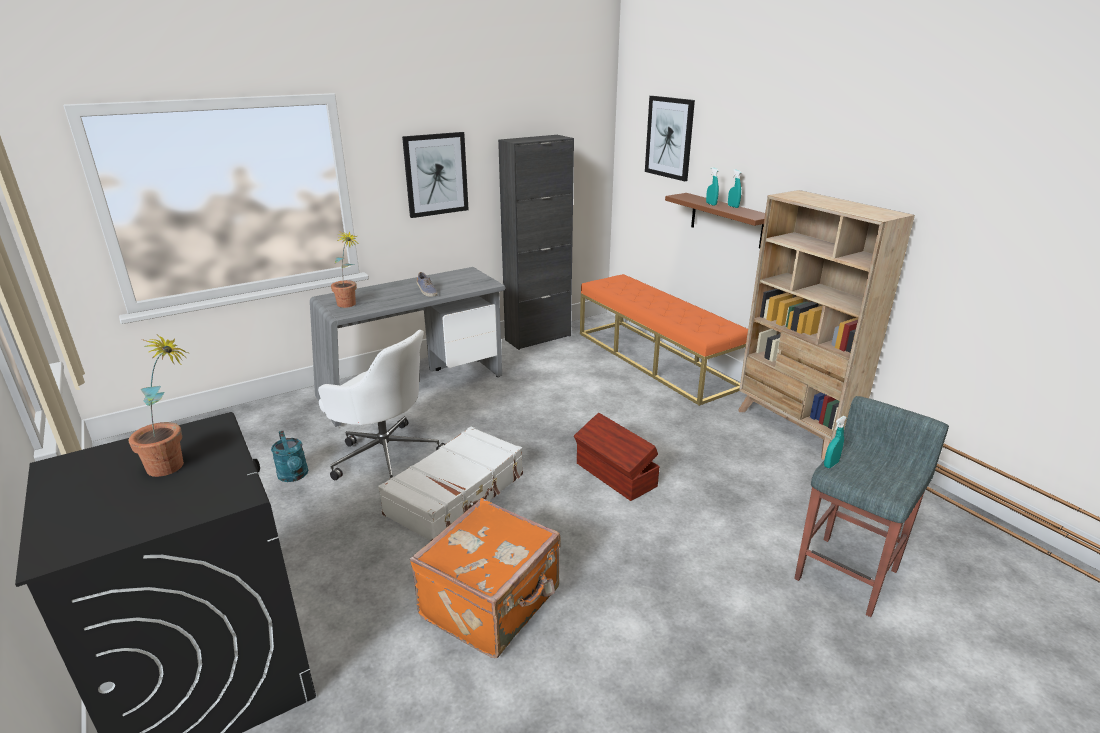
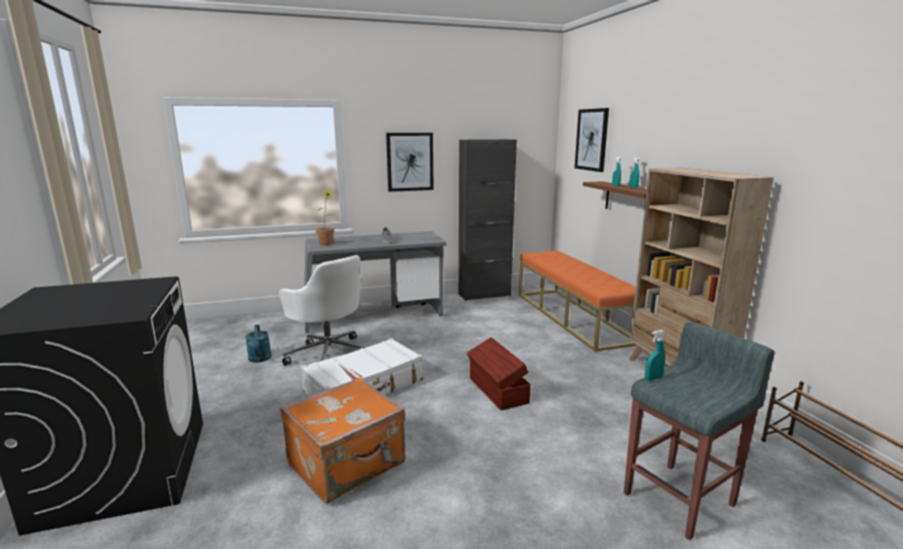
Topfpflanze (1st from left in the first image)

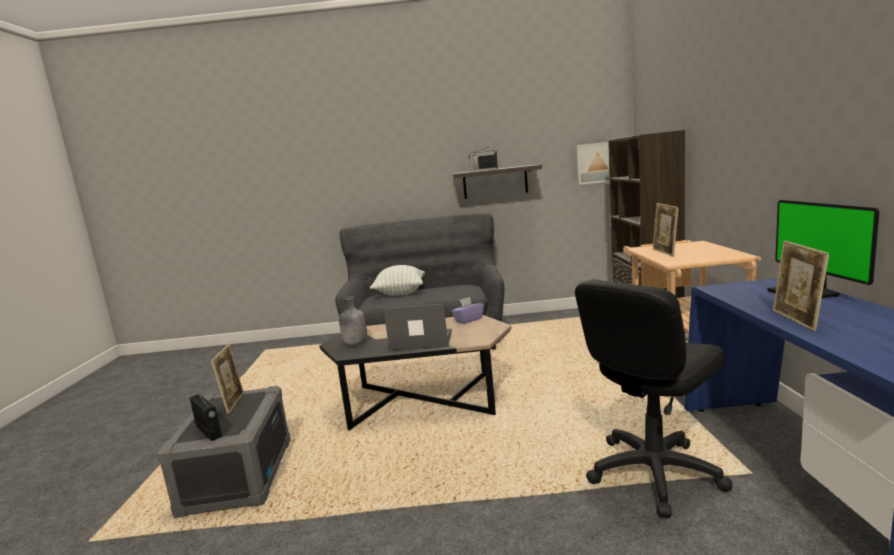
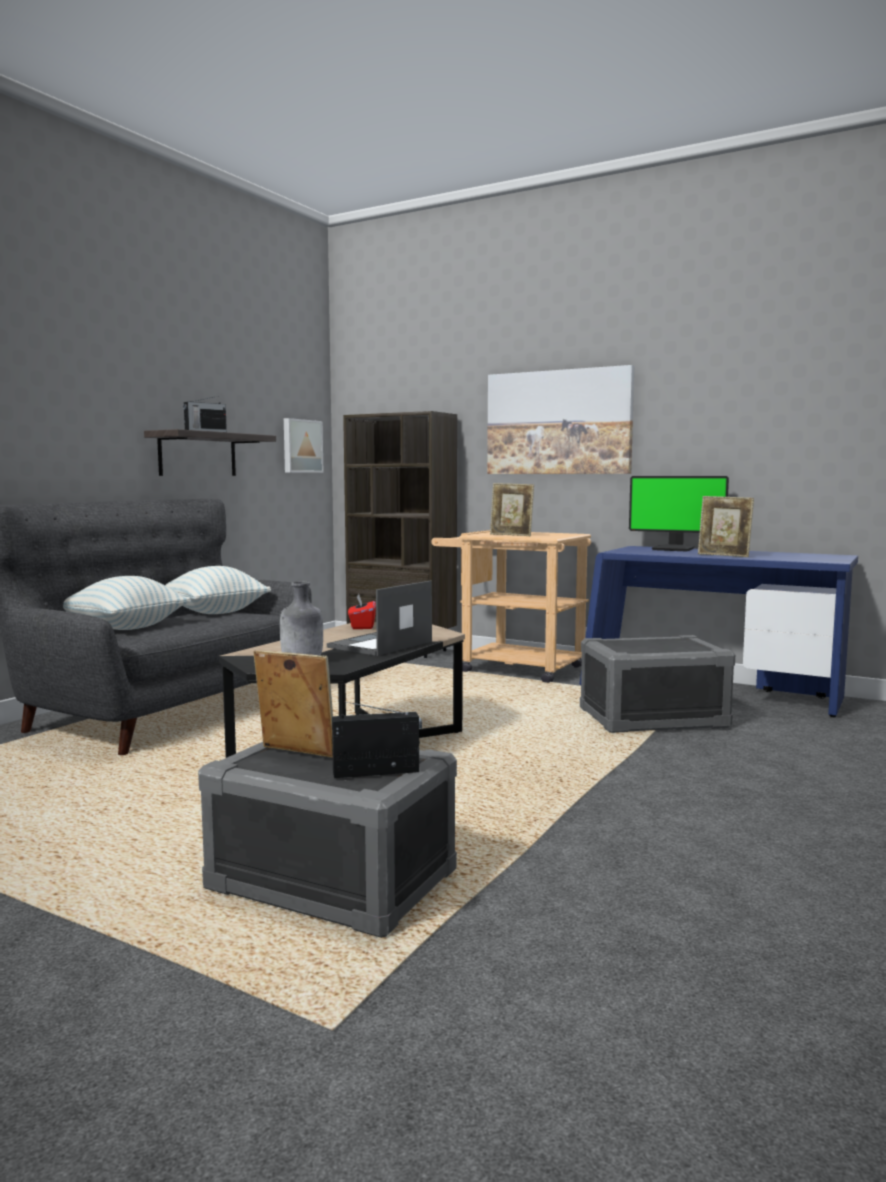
Kissen (2nd from left)
Taschentuchbox (rot)
Bild (2nd from left)
Aufbewahrungsbox (grau) (2nd from left)

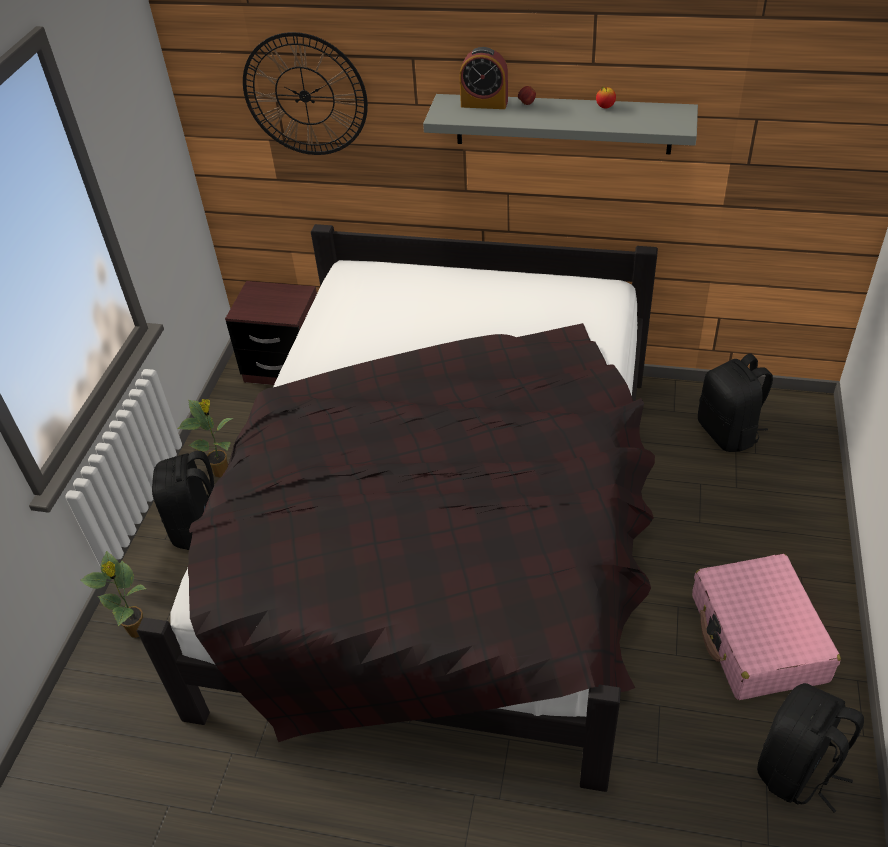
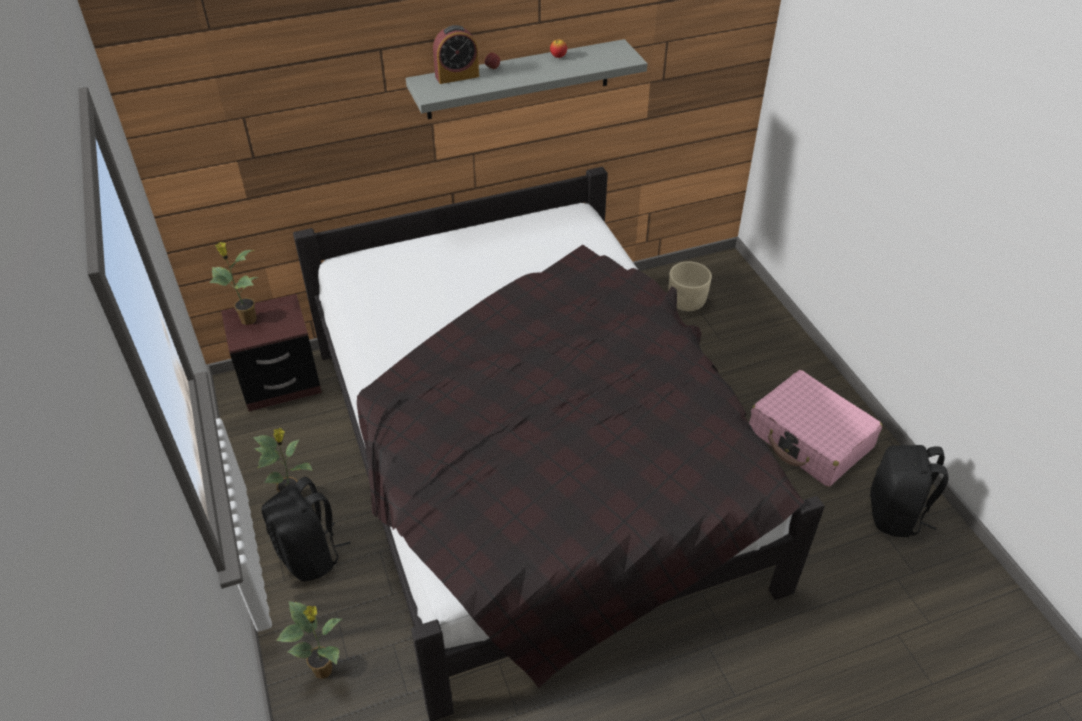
Topfpflanze (1st from left)
Pflanzkübel (beige)
Wanduhr

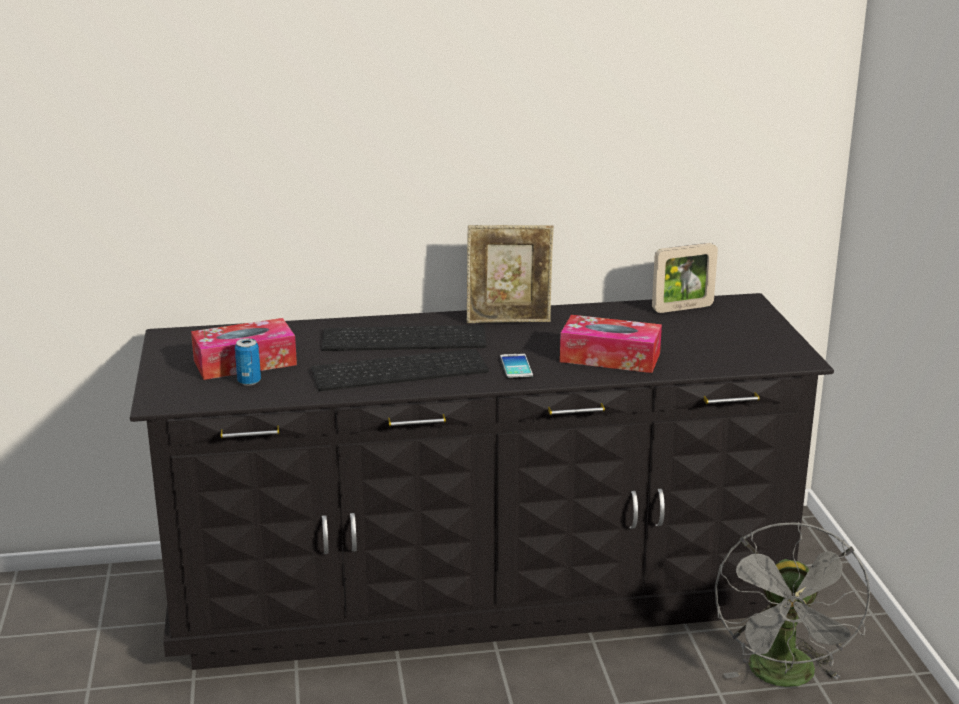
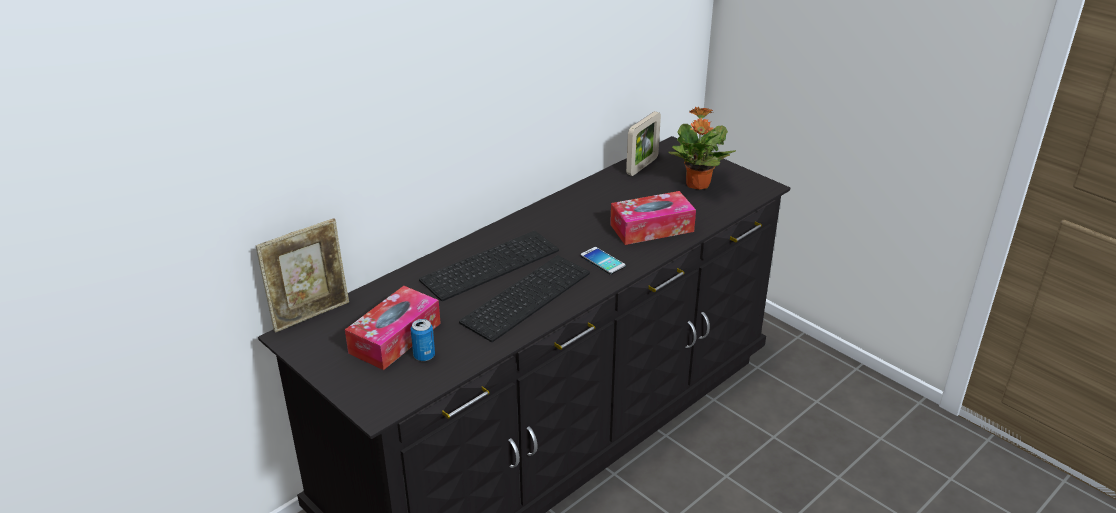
Bilderrahmen (1st from left)
Topfpflanze
Ventilator (grau)

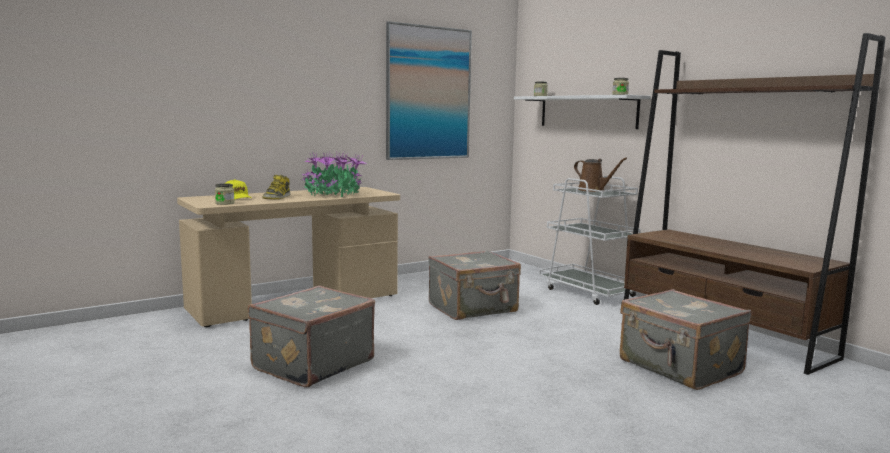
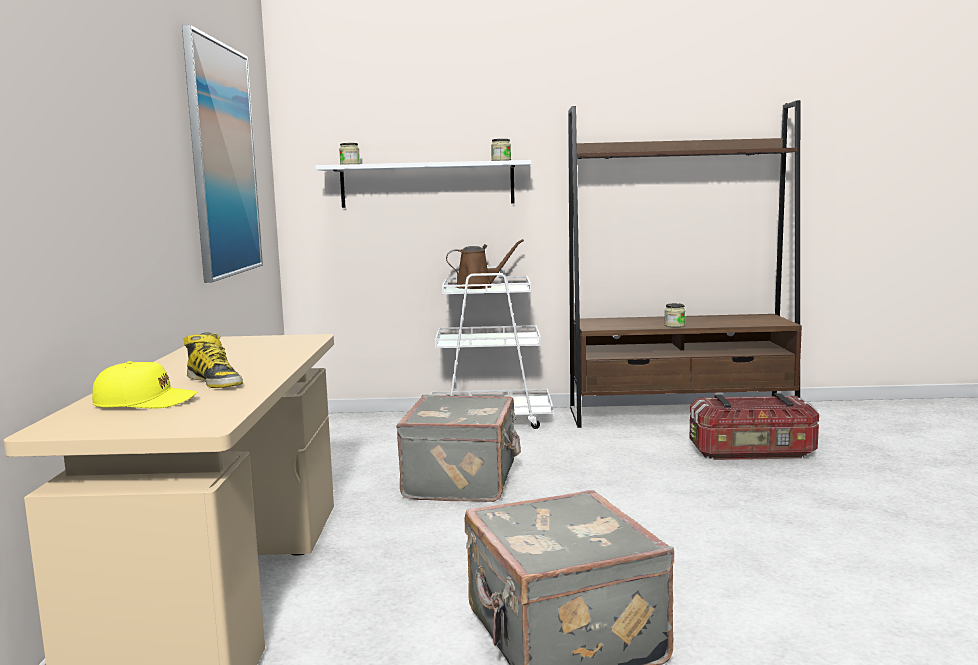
Vorratsglas (3rd from left)
Aufbewahrungsbox
Topfpflanze

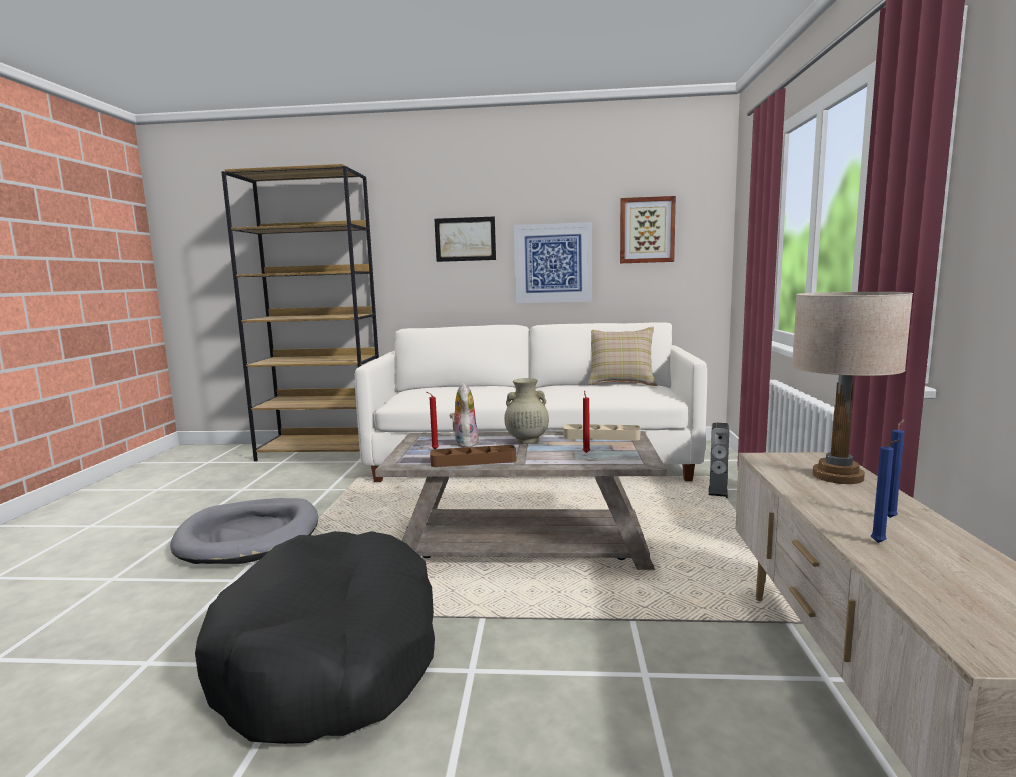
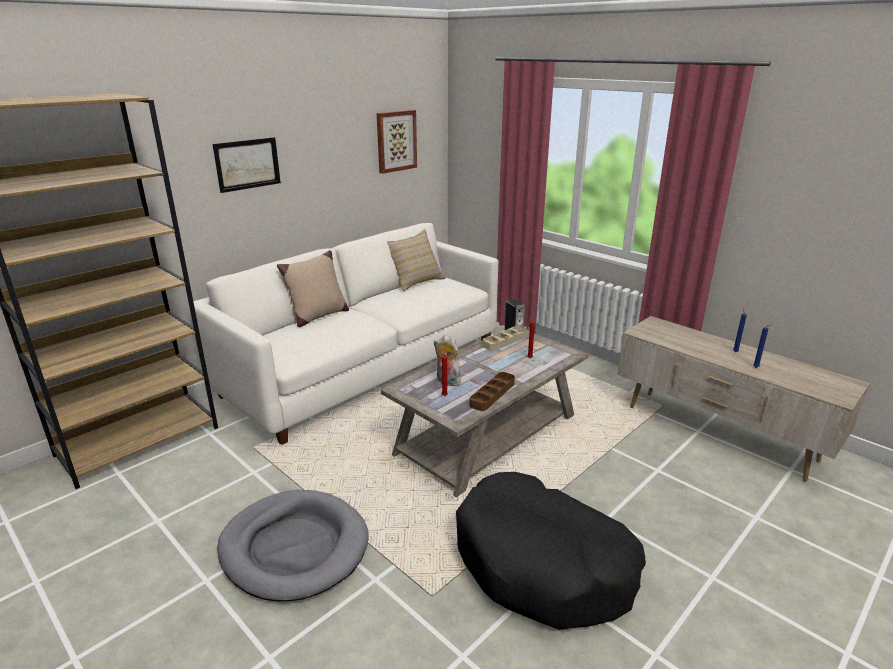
Kissen (beige) (1st from left)
Vase (beige)
Bild (2nd from left in the first image)
Tischlampe (beige)

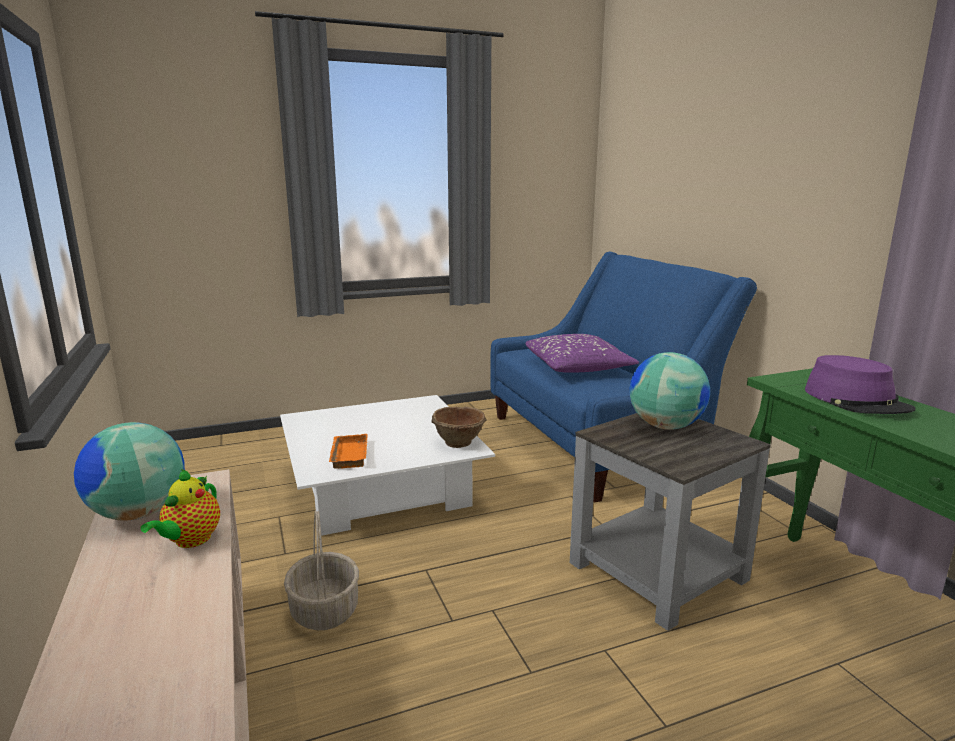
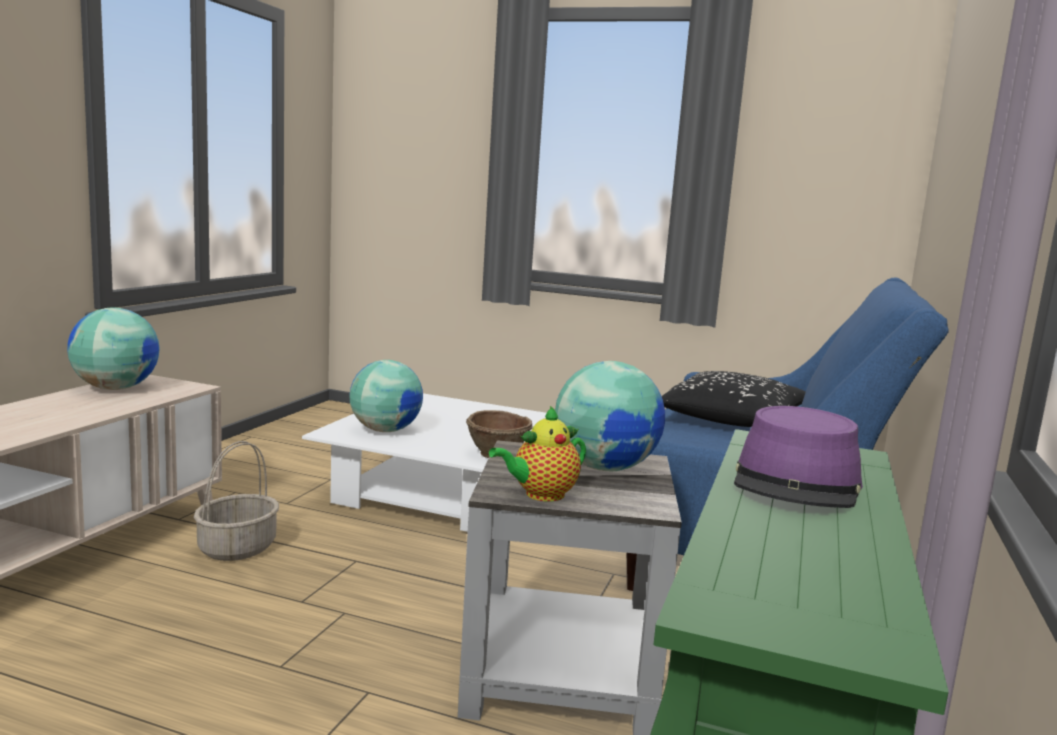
Globus (2nd from left)
Teekanne
Kissen (schwarz)

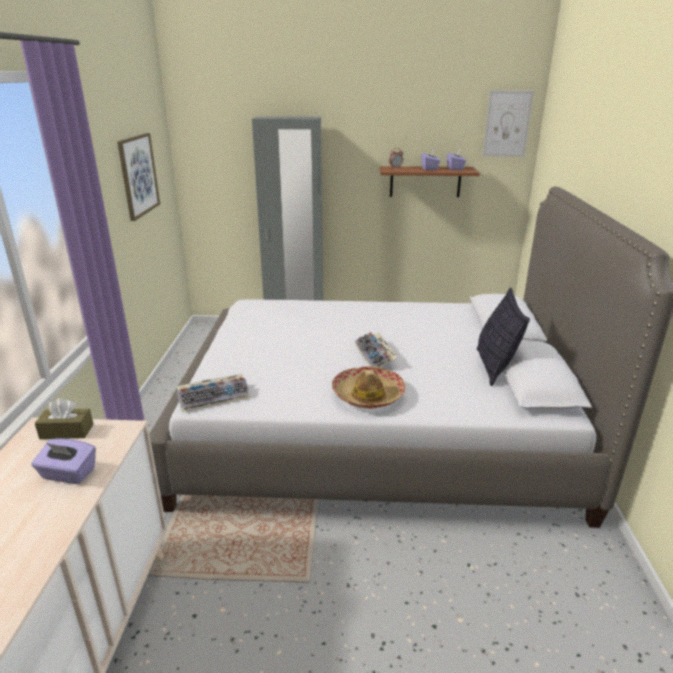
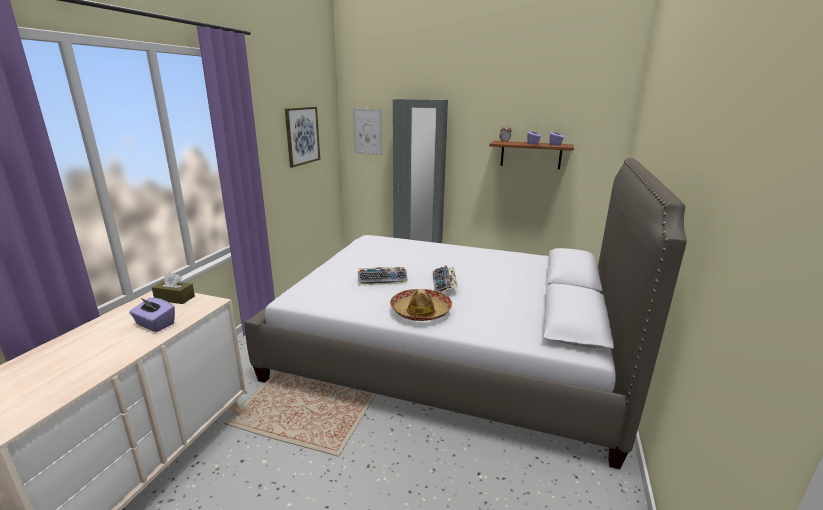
Bild (2nd from left)
Tastatur (1st from left)
Kissen

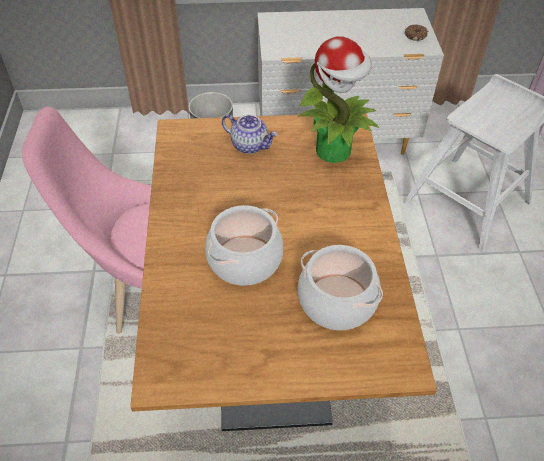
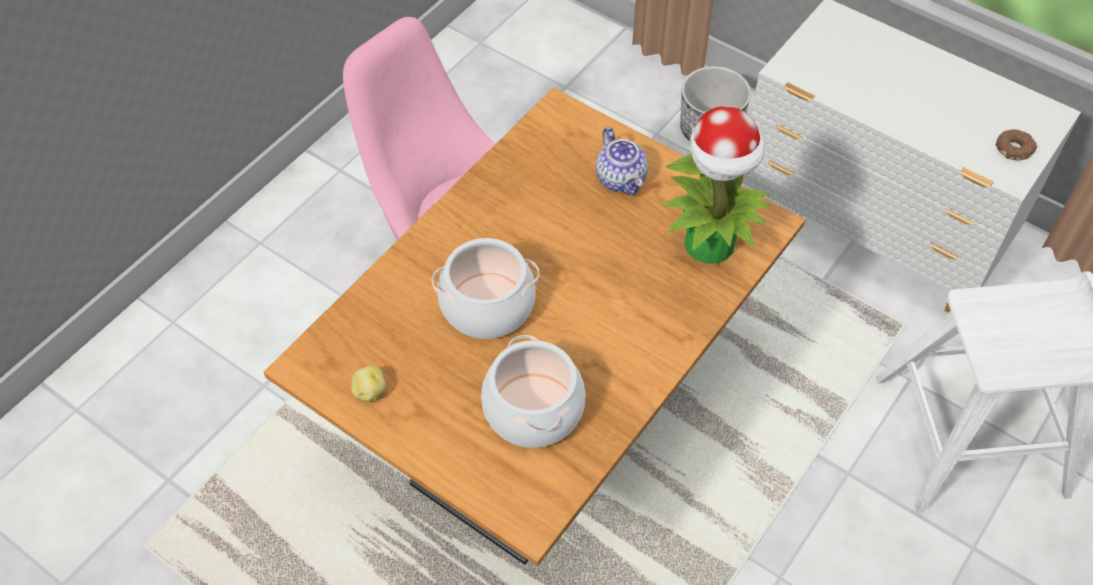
Kartoffel

